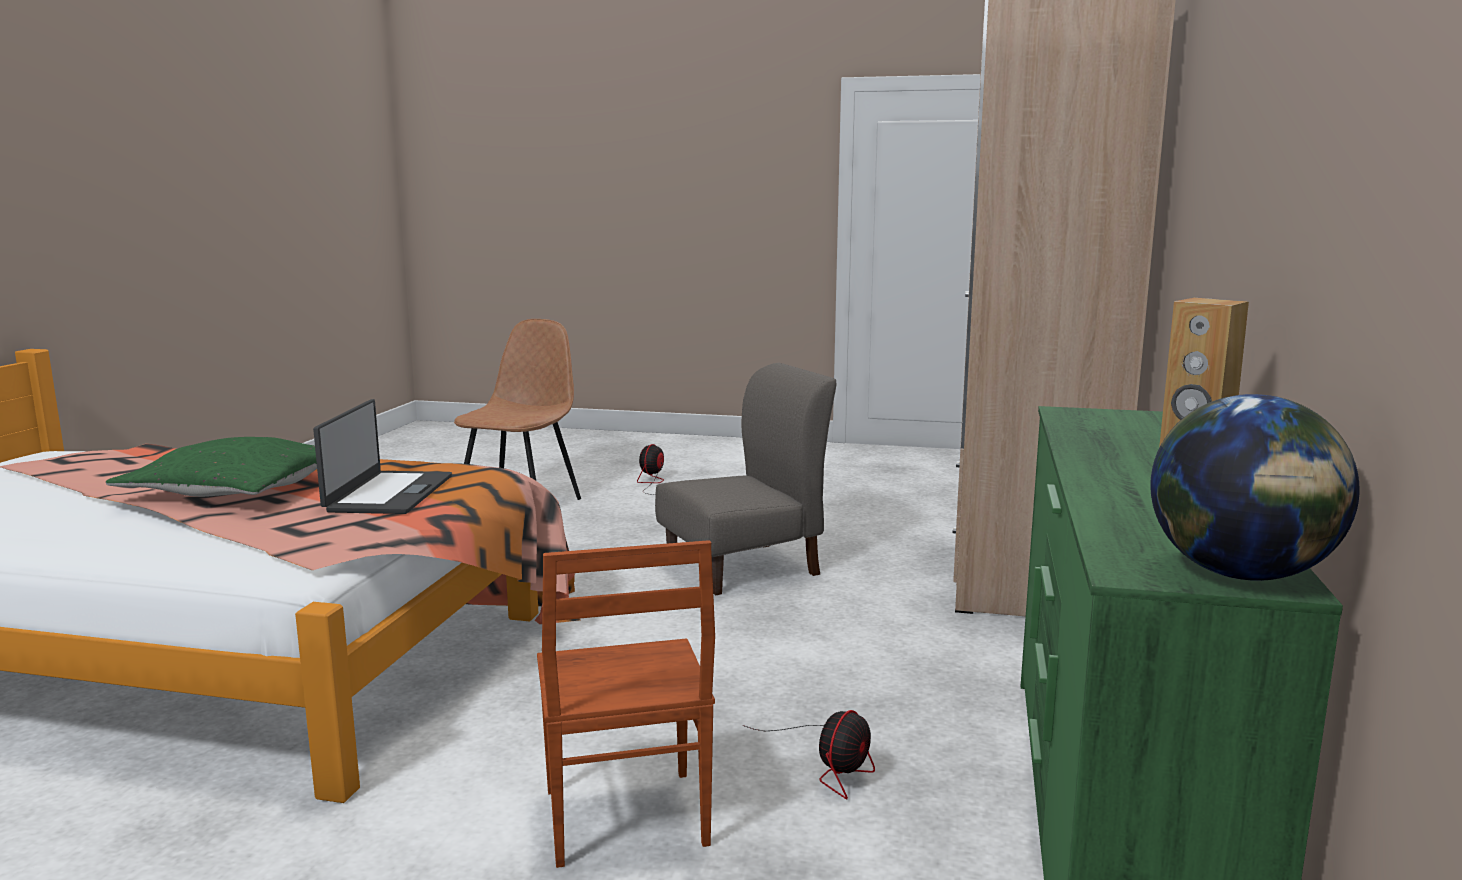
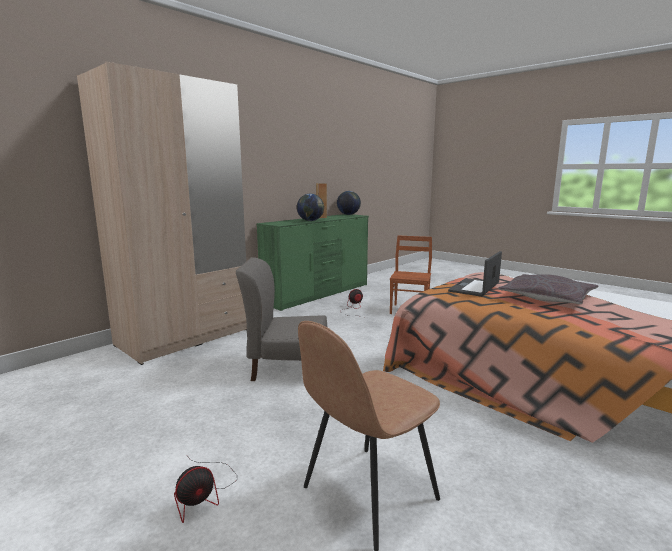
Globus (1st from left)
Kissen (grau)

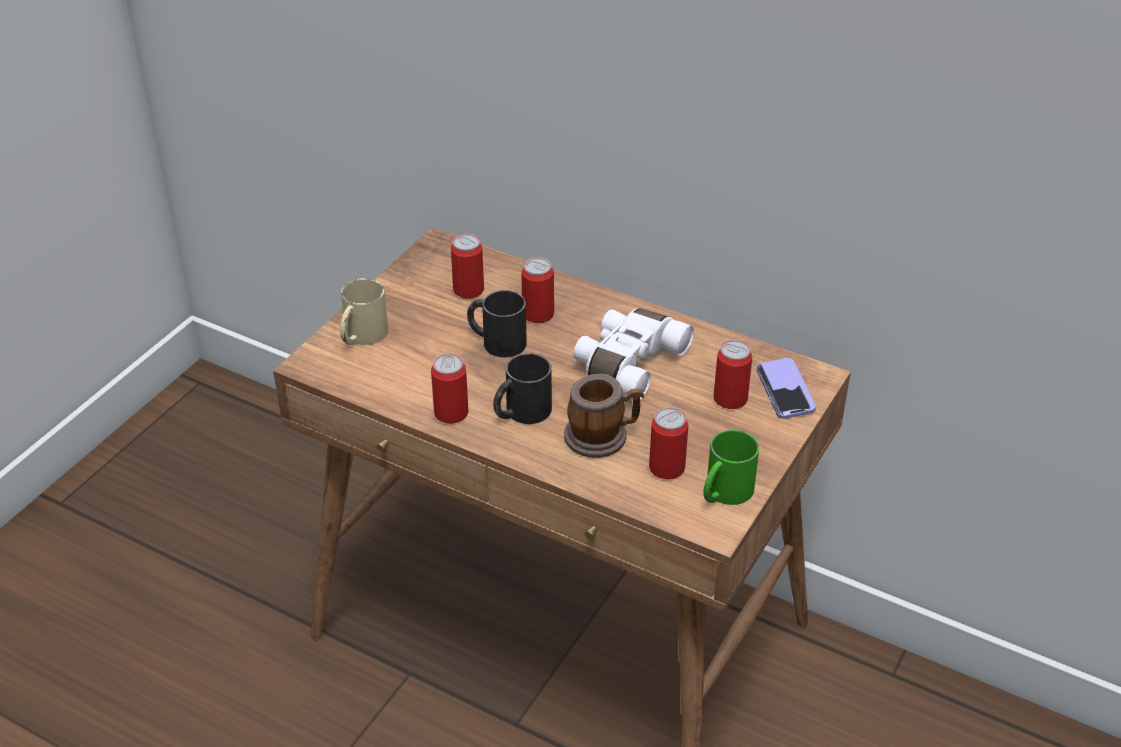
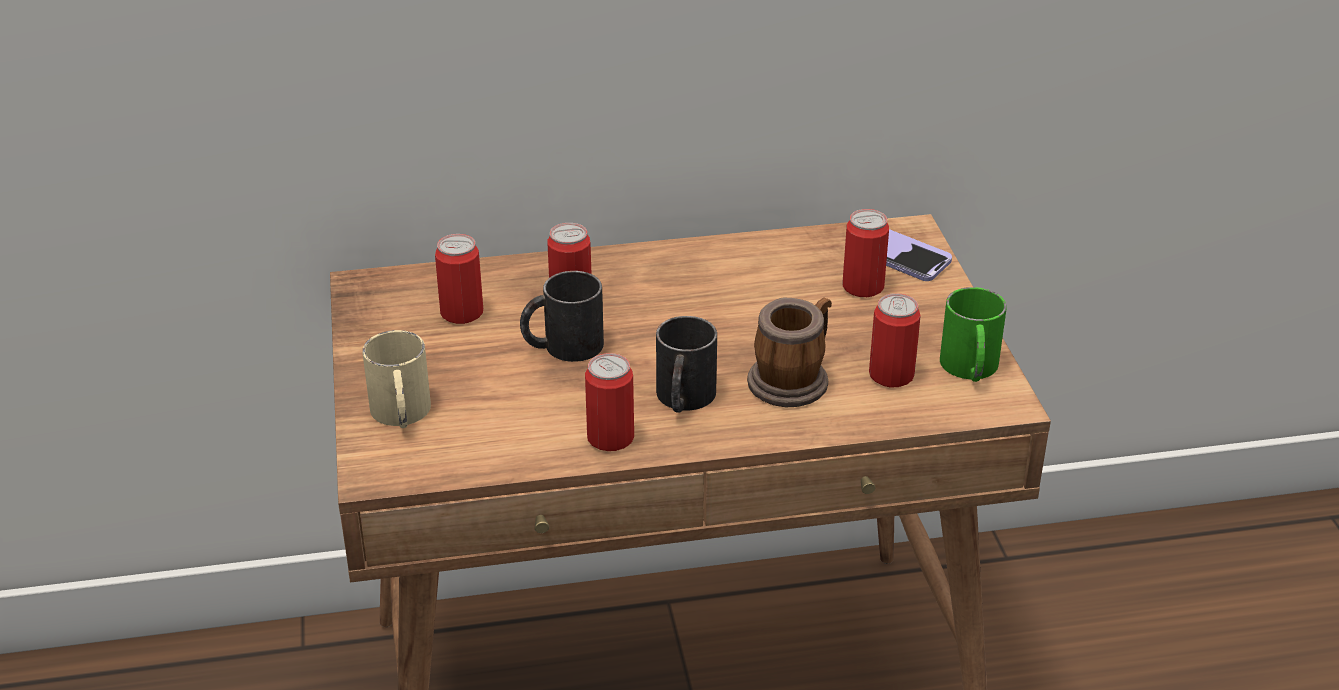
Fernglas (weiß)

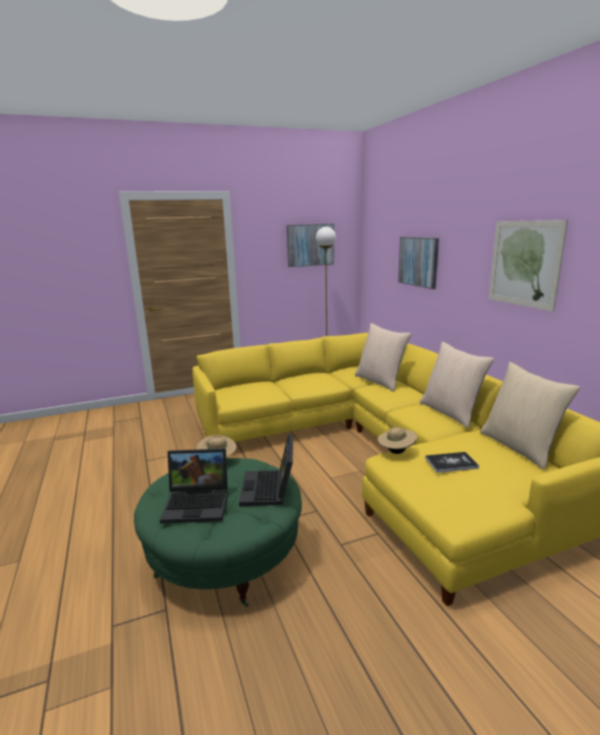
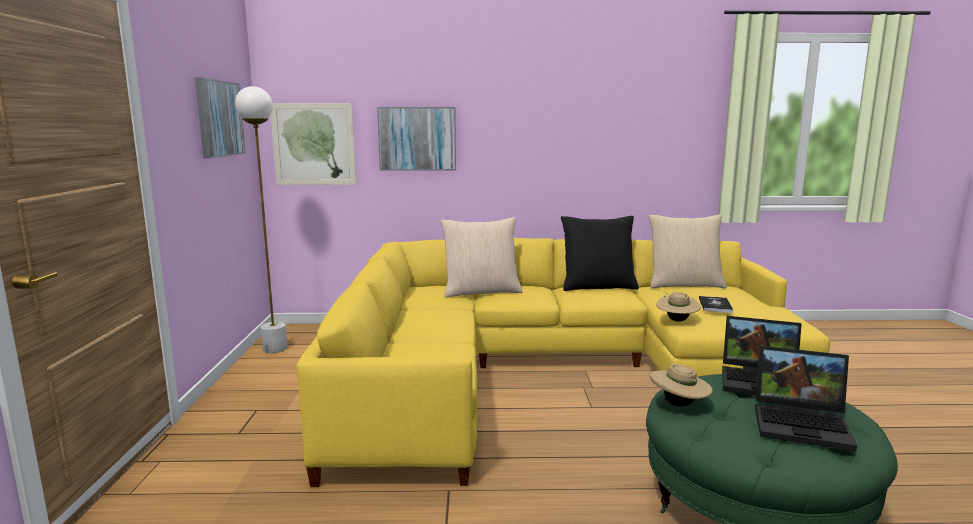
Bild (2nd from left)
Kissen (schwarz)
Laptop (2nd from left)

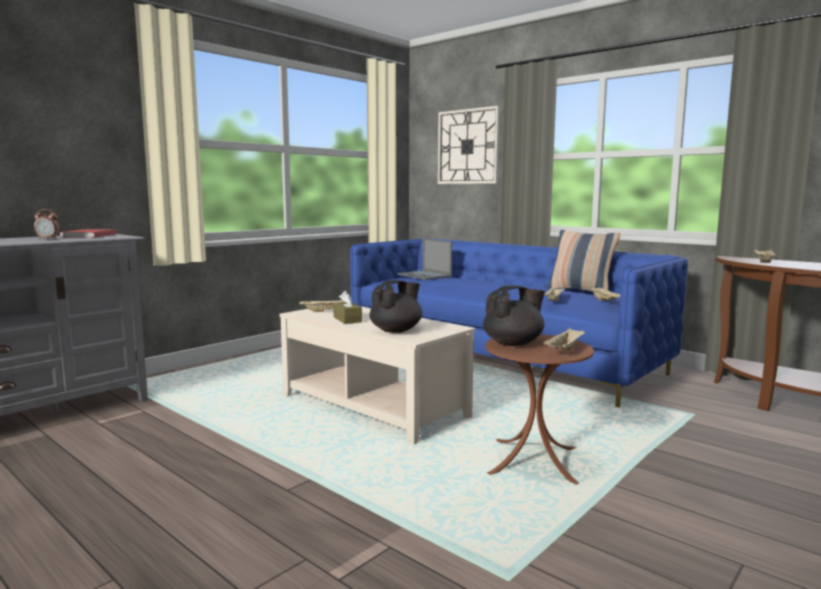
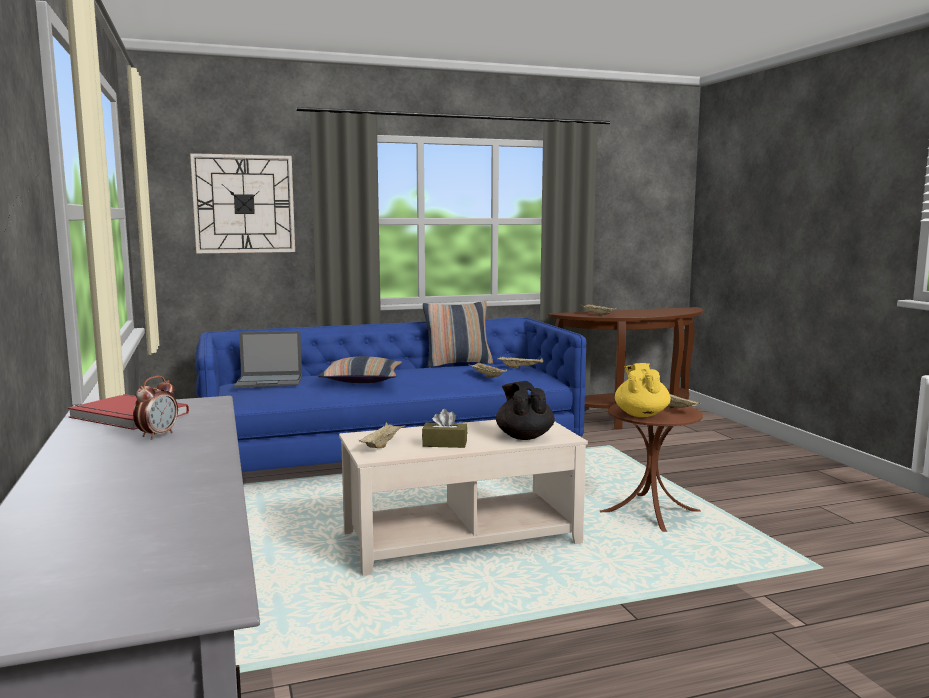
Kissen (1st from left)
Teekanne (gelb)

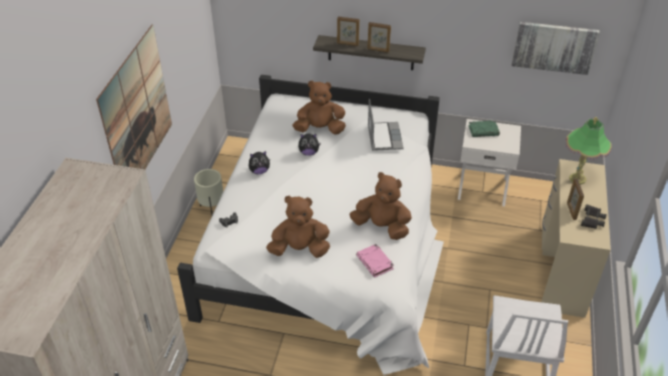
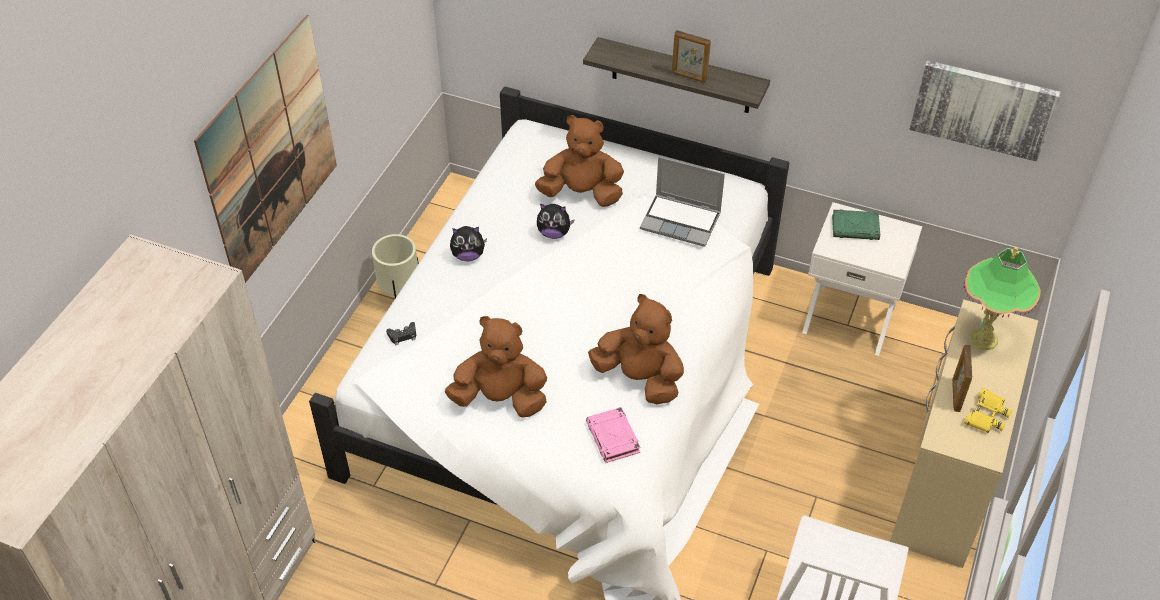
Laptop
Fernglas (gelb)
Bilderrahmen (1st from left in the first image)

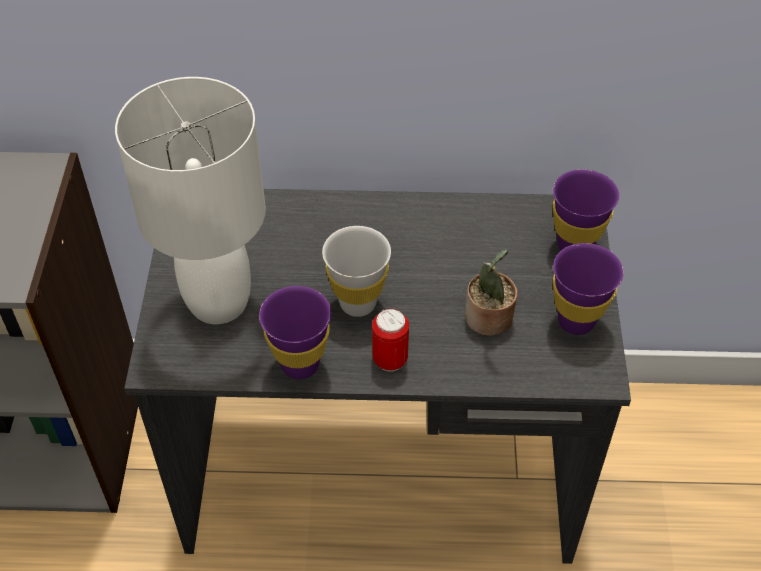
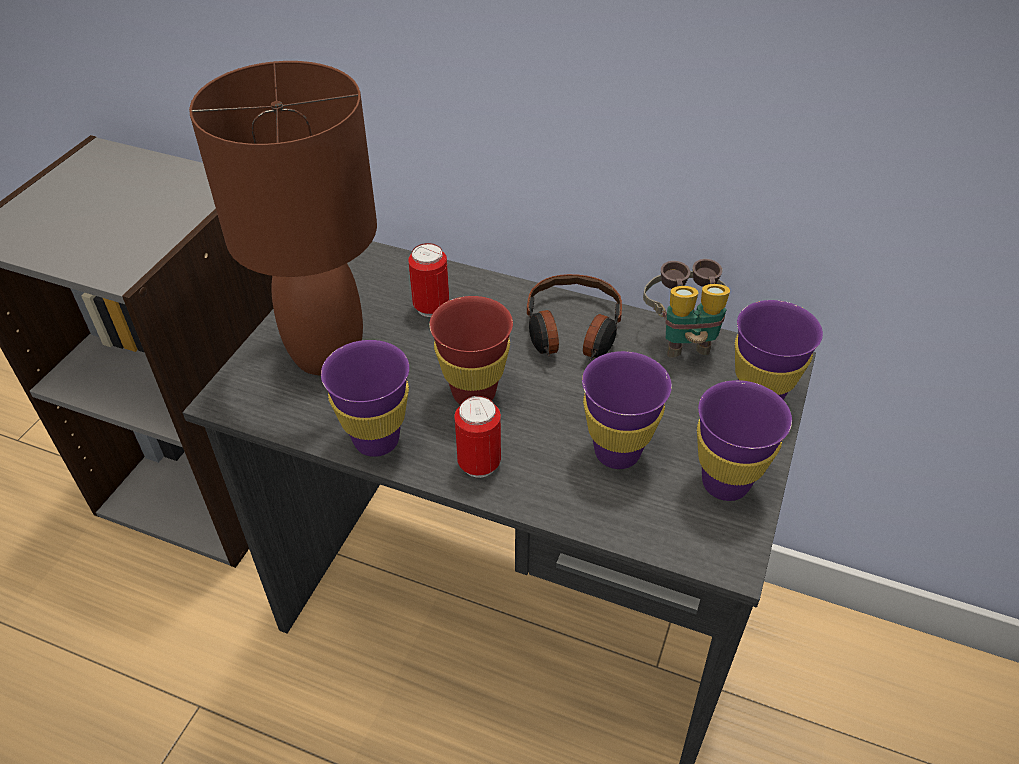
Tischlampe (braun)
Dose (1st from left)
Tasse (rot)
Kopfhörer
Tasse (lila) (2nd from left)
Fernglas

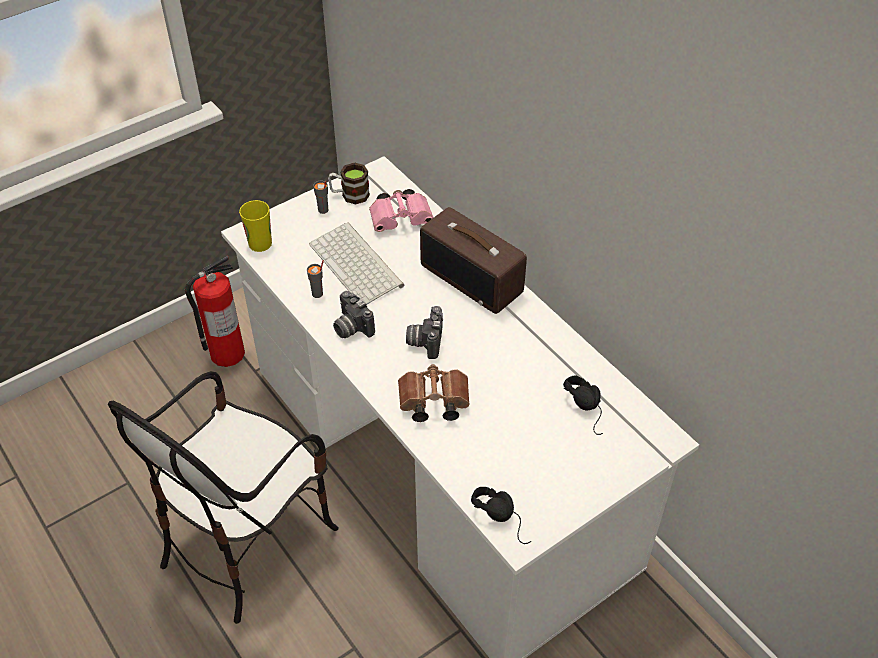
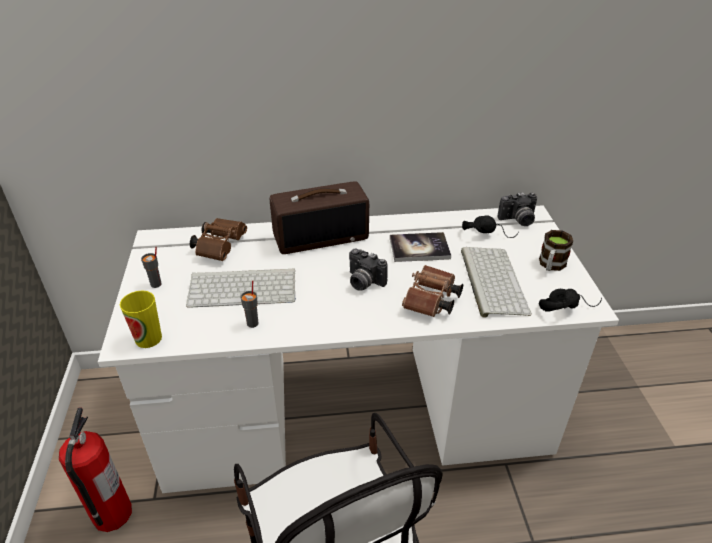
Fernglas (braun) (1st from left)
Buch
Tastatur (2nd from left)
Kamera (2nd from left)
Henkelbecher

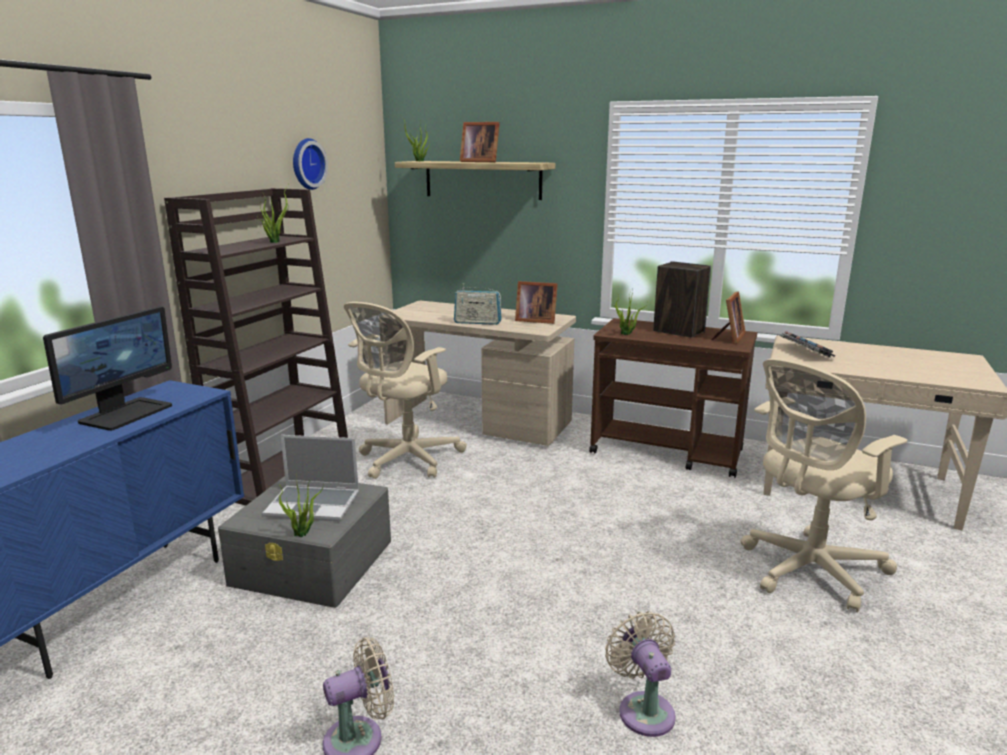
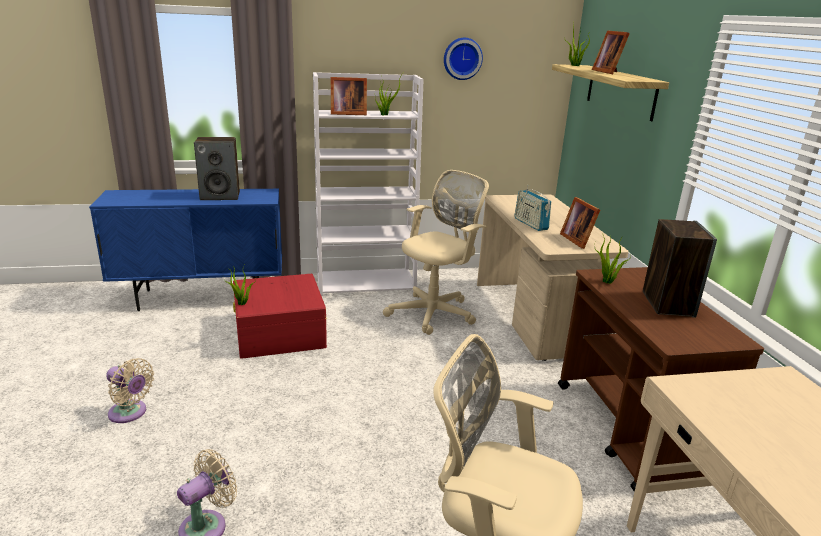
Lautsprecher (1st from left)
Aufbewahrungsbox (rot)
Bücherregal (weiß)
Bilderrahmen (1st from left)
Bürostuhl (beige) (1st from left)
Laptop
Tastatur

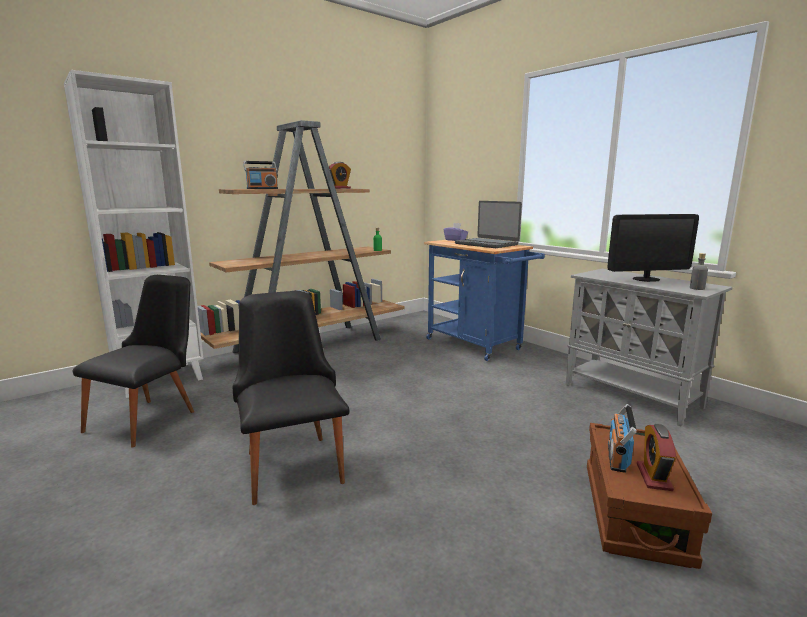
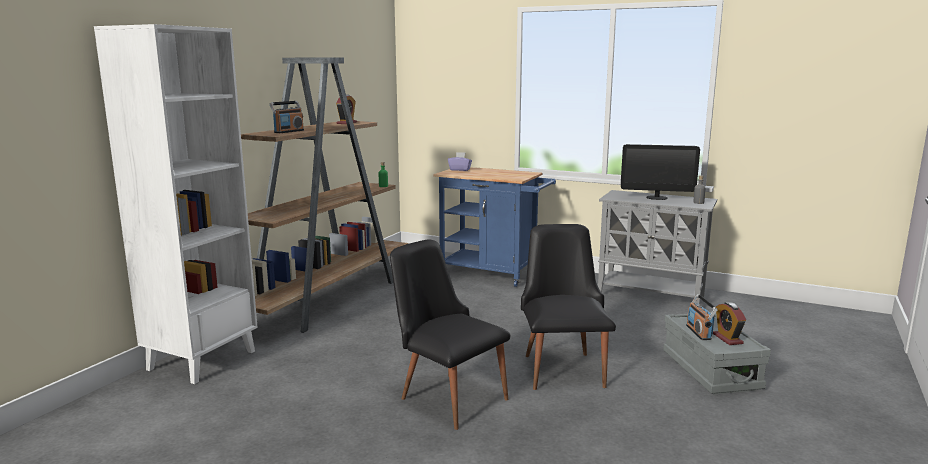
Stuhl (schwarz) (2nd from left)
Monitor
Aufbewahrungsbox (grau)
Laptop

